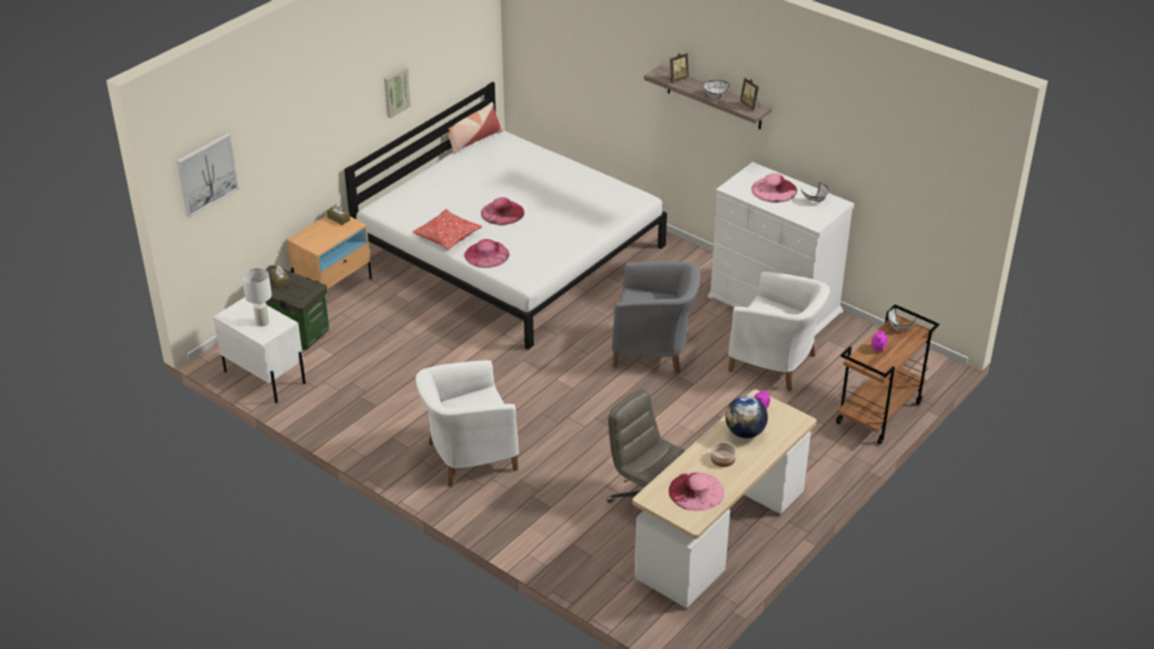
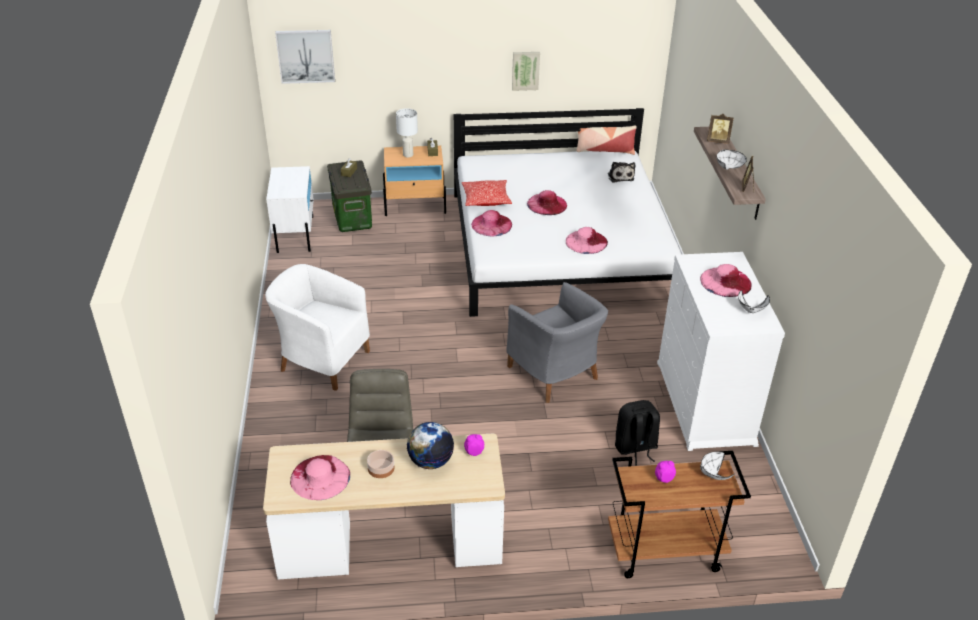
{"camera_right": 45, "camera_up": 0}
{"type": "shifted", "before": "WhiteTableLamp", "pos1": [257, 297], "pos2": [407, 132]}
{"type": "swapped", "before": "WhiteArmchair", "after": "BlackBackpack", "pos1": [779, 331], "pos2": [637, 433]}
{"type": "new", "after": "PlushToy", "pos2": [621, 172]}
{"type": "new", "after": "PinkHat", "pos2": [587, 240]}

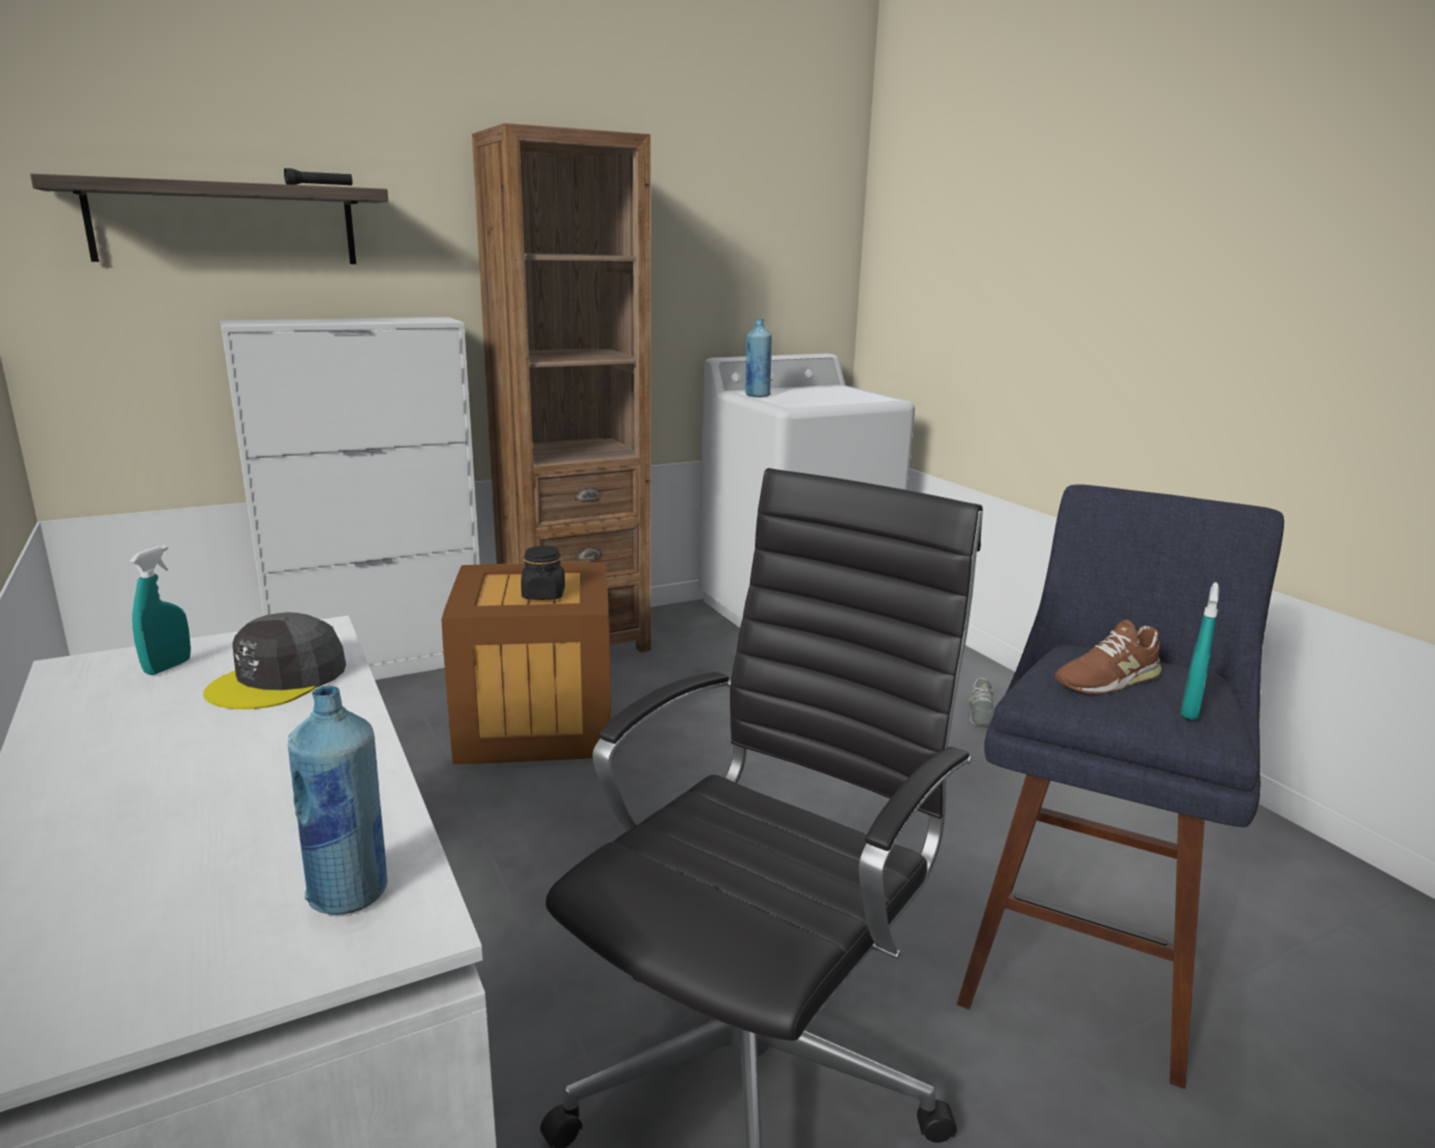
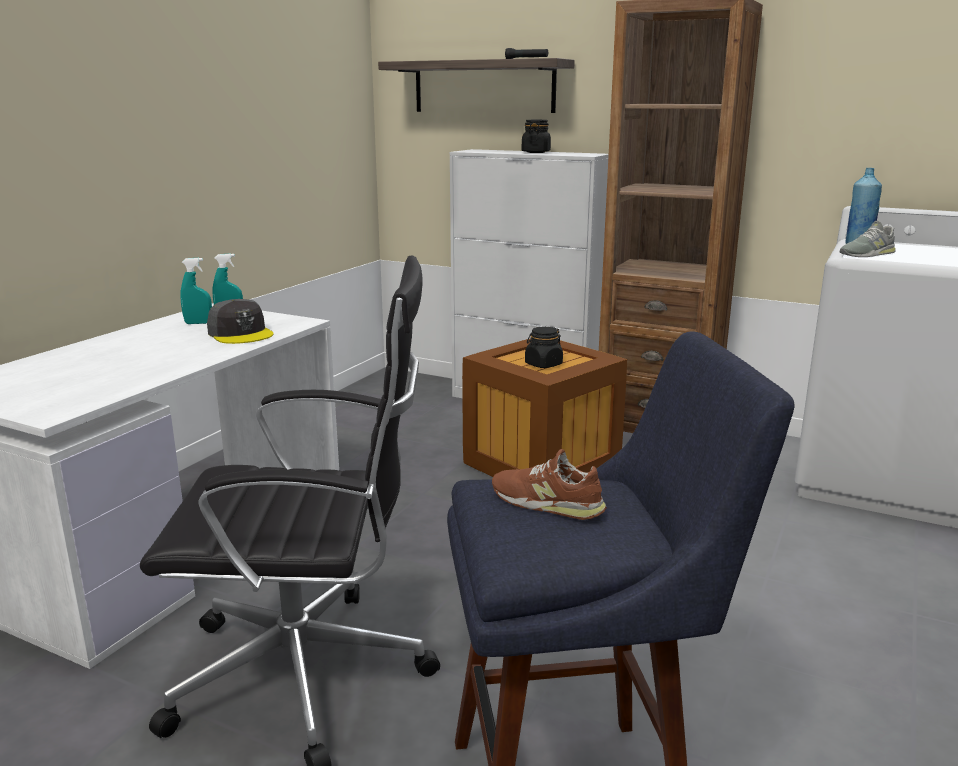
{"camera_right": 55, "camera_up": 0}
{"type": "shifted", "before": "TurquoiseSprayBottle", "pos1": [1200, 651], "pos2": [196, 291]}
{"type": "rotated", "before": "GreyCap", "pos1": [274, 660], "pos2": [240, 321], "turn": -120}
{"type": "shifted", "before": "GreyShoe", "pos1": [981, 702], "pos2": [867, 238]}
{"type": "gone", "before": "BlueBottle", "pos1": [338, 800]}
{"type": "new", "after": "BlackJar", "pos2": [536, 136]}

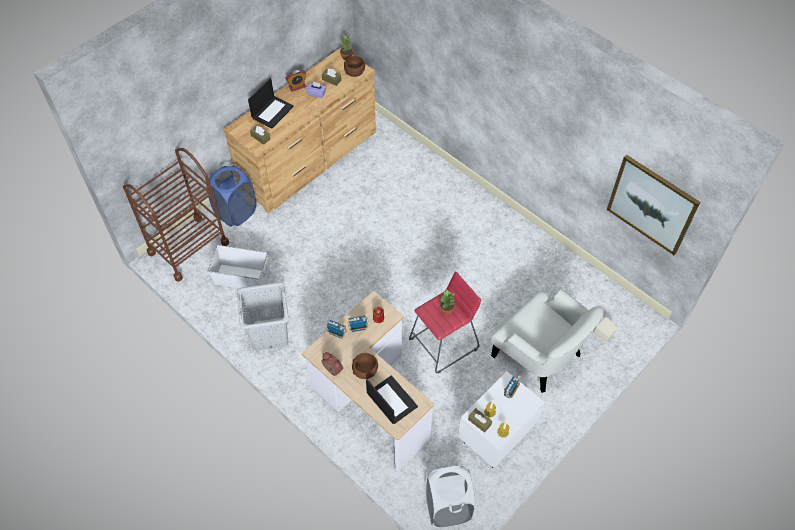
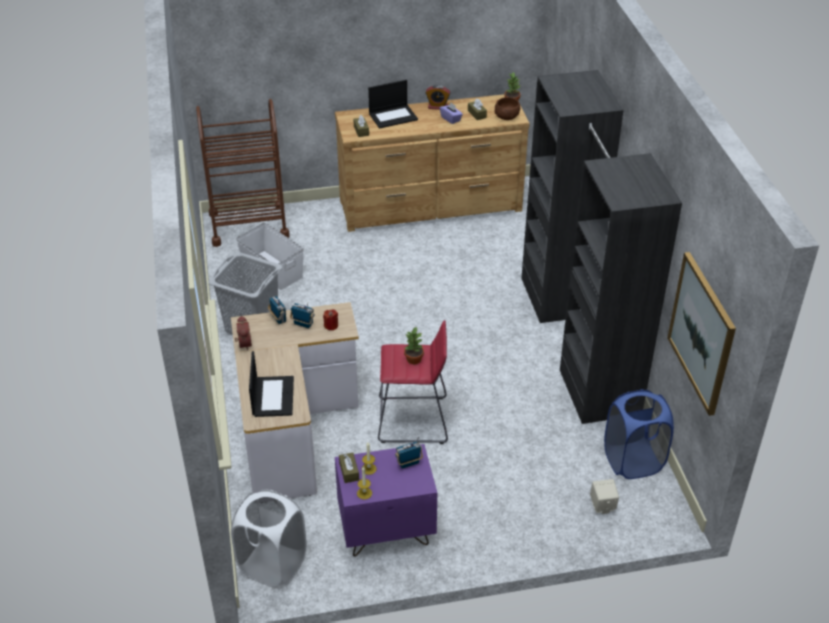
{"camera_right": 35, "camera_up": -15}
{"type": "shifted", "before": "BlueLaundryBasket", "pos1": [232, 196], "pos2": [639, 434]}
{"type": "gone", "before": "WhiteArmchair", "pos1": [547, 341]}
{"type": "gone", "before": "BrownBowl", "pos1": [365, 366]}
{"type": "repainted", "before": "WhiteNightstand", "after": "PurpleNightstand", "pos1": [501, 420], "pos2": [386, 500]}
{"type": "new", "after": "BlackWardrobe", "pos2": [601, 247]}

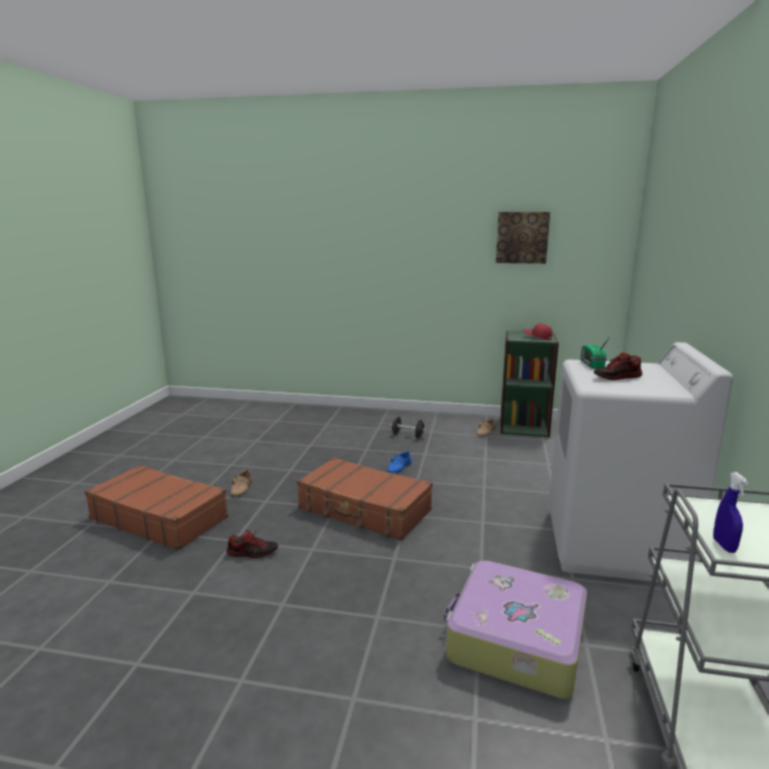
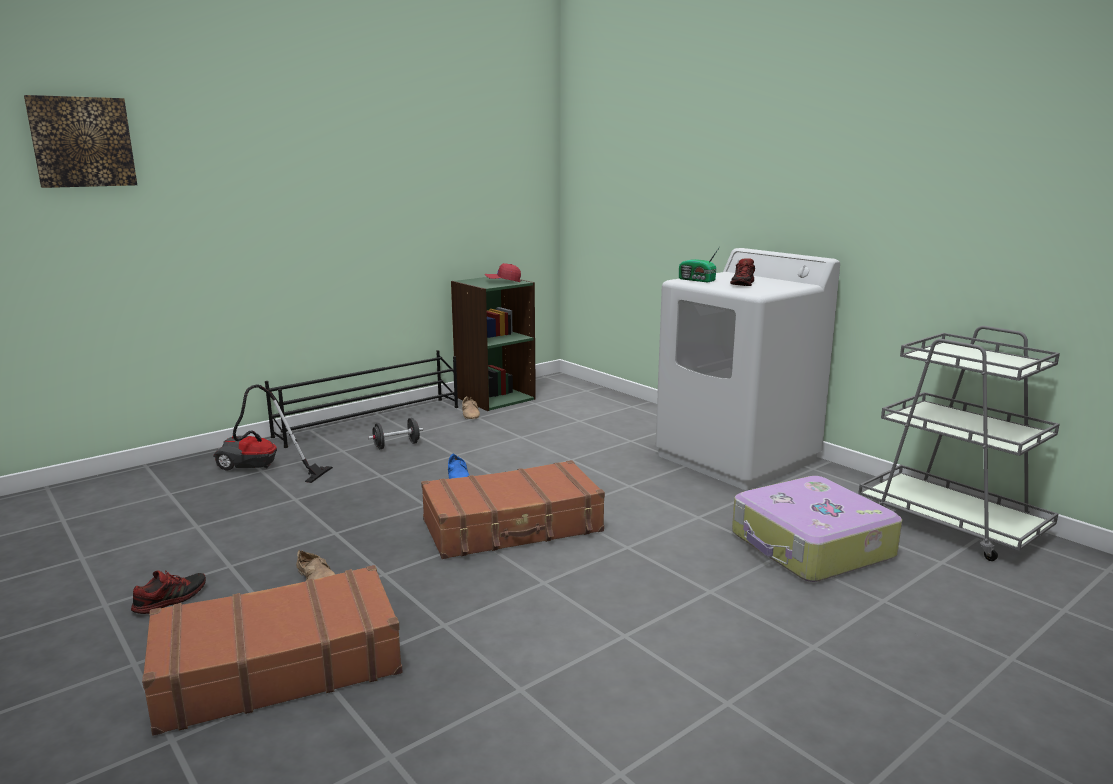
{"camera_right": -50, "camera_up": 0}
{"type": "shifted", "before": "Picture", "pos1": [523, 238], "pos2": [80, 141]}
{"type": "gone", "before": "BlueSprayBottle", "pos1": [730, 512]}
{"type": "shifted", "before": "Shoe", "pos1": [252, 544], "pos2": [168, 592]}
{"type": "new", "after": "BlackShoeRack", "pos2": [361, 399]}
{"type": "new", "after": "VacuumCleaner", "pos2": [273, 433]}

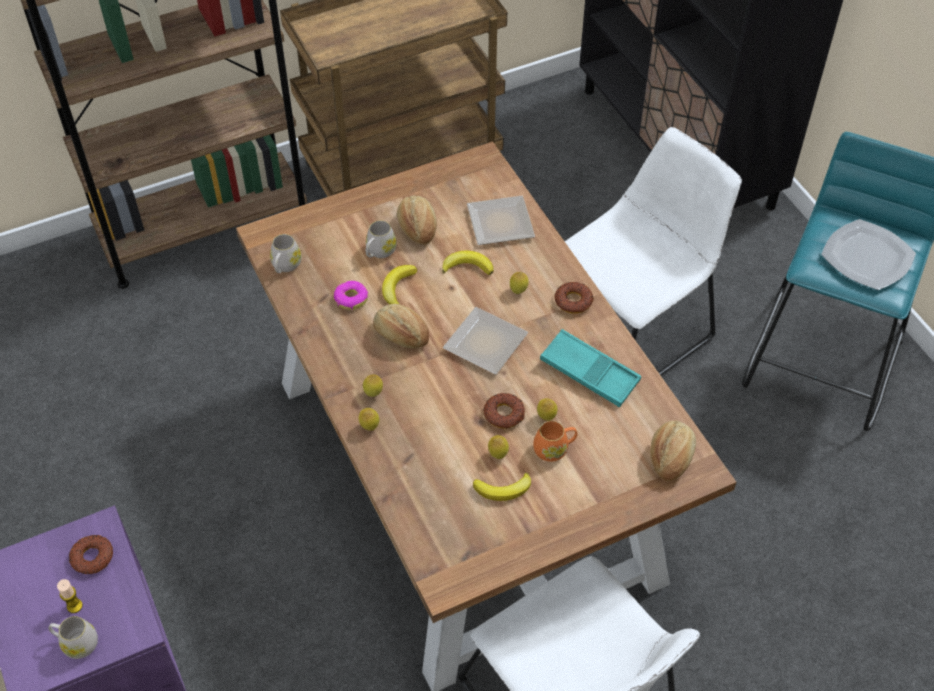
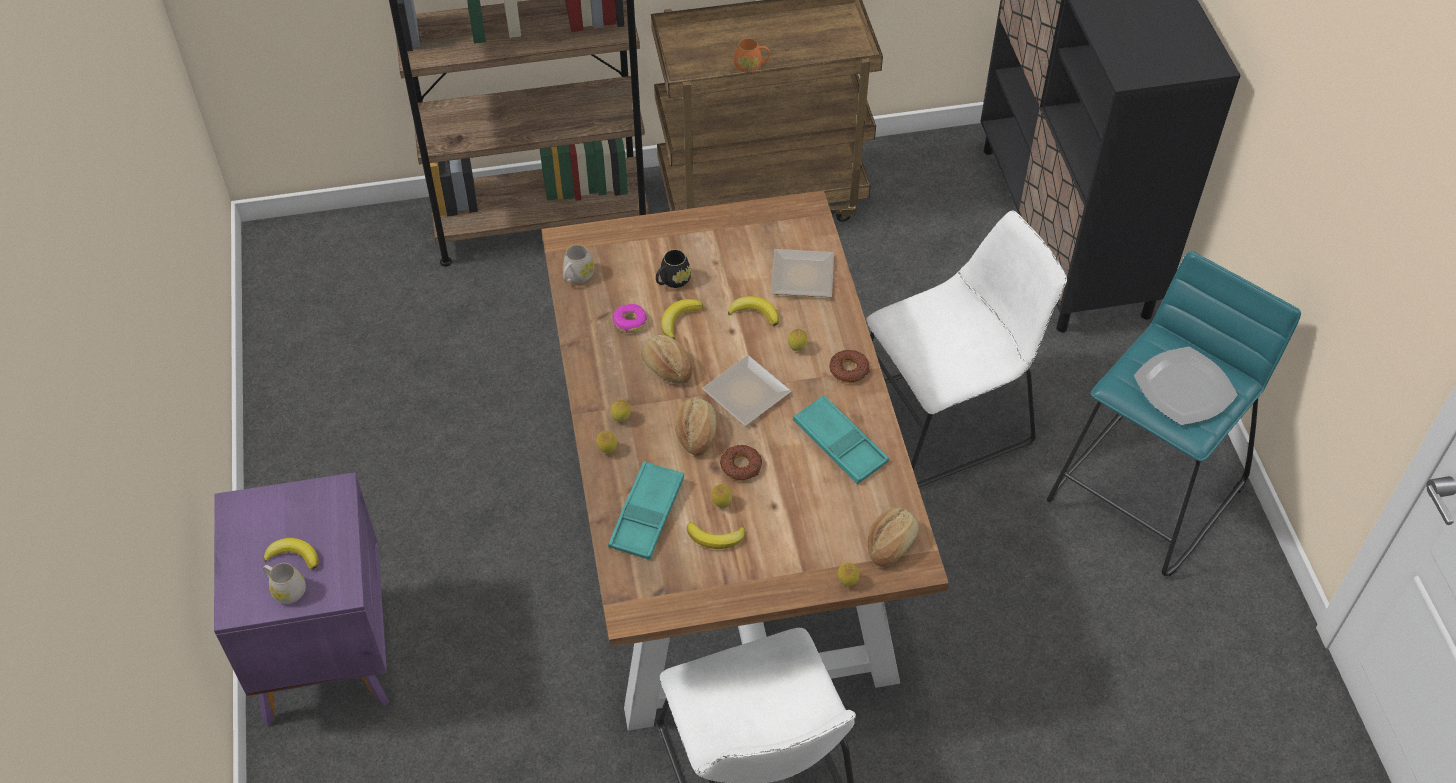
{"camera_right": 15, "camera_up": 0}
{"type": "shifted", "before": "Bread", "pos1": [417, 220], "pos2": [696, 427]}
{"type": "repainted", "before": "WhiteMug", "after": "BlackMug", "pos1": [381, 239], "pos2": [673, 268]}
{"type": "shifted", "before": "Lemon", "pos1": [547, 409], "pos2": [848, 574]}
{"type": "shifted", "before": "OrangeMug", "pos1": [555, 441], "pos2": [752, 55]}
{"type": "gone", "before": "Donut", "pos1": [91, 554]}
{"type": "swapped", "before": "Candle", "after": "Banana", "pos1": [70, 596], "pos2": [291, 554]}
{"type": "new", "after": "TurquoiseTray", "pos2": [646, 510]}

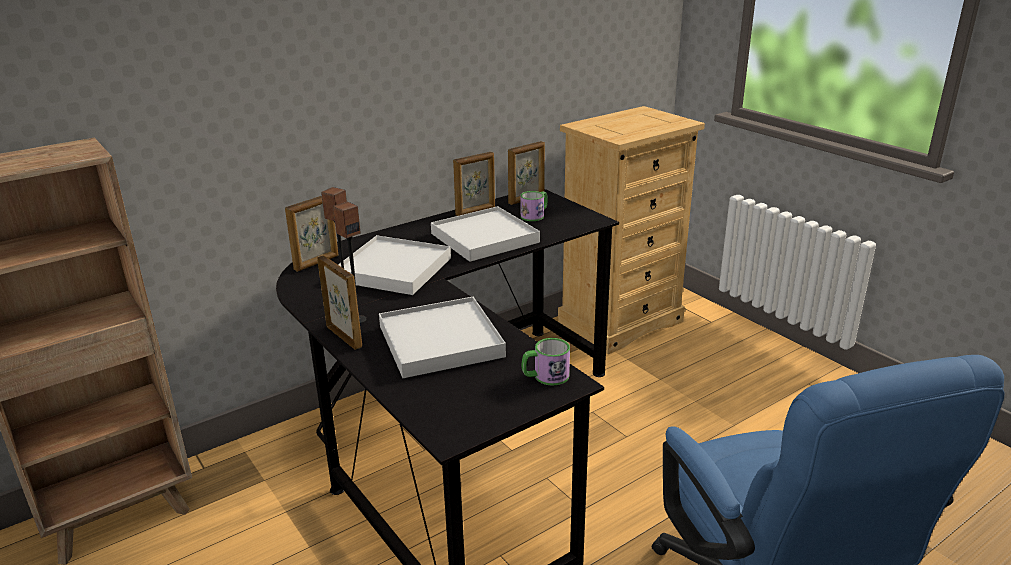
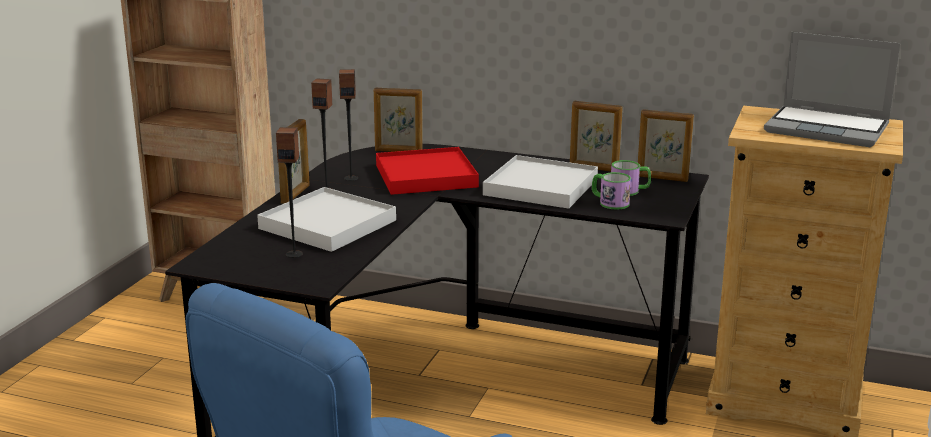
{"camera_right": 55, "camera_up": -5}
{"type": "repainted", "before": "WhiteTray", "after": "RedTray", "pos1": [394, 265], "pos2": [427, 171]}
{"type": "shifted", "before": "Mug", "pos1": [546, 362], "pos2": [611, 190]}
{"type": "new", "after": "Laptop", "pos2": [832, 89]}
{"type": "new", "after": "Speaker", "pos2": [289, 192]}

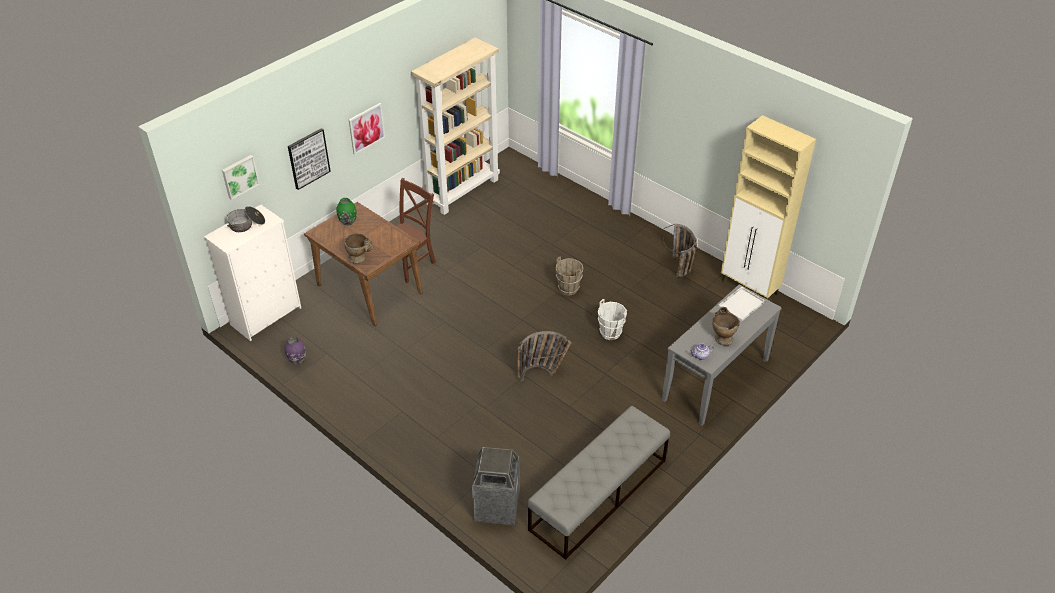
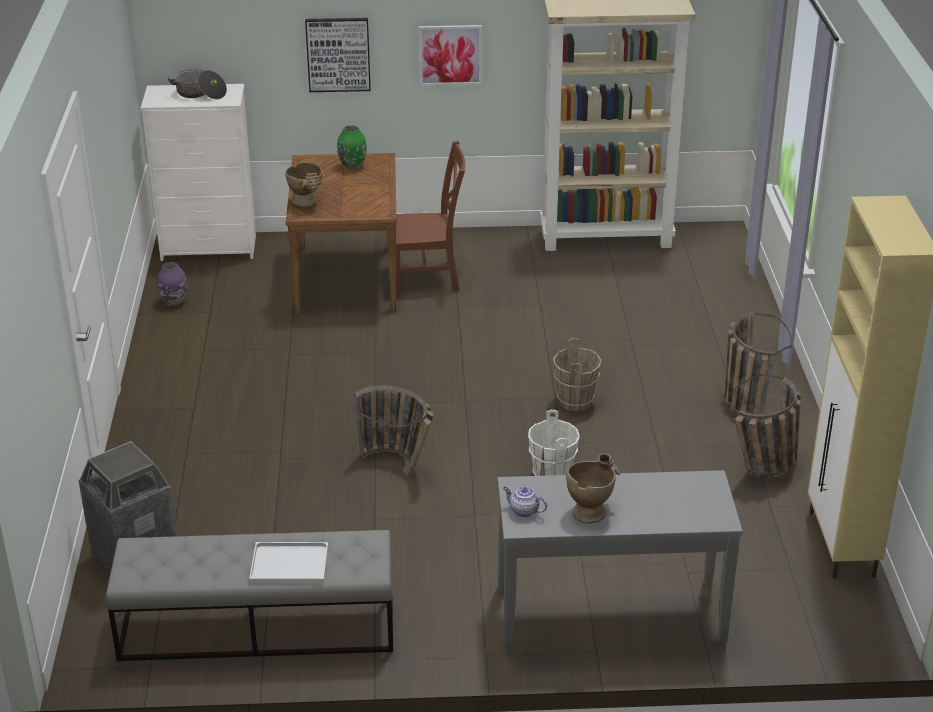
{"camera_right": 45, "camera_up": -10}
{"type": "gone", "before": "Picture", "pos1": [241, 177]}
{"type": "shifted", "before": "WhiteTray", "pos1": [741, 304], "pos2": [288, 562]}
{"type": "new", "after": "Basket", "pos2": [758, 363]}

